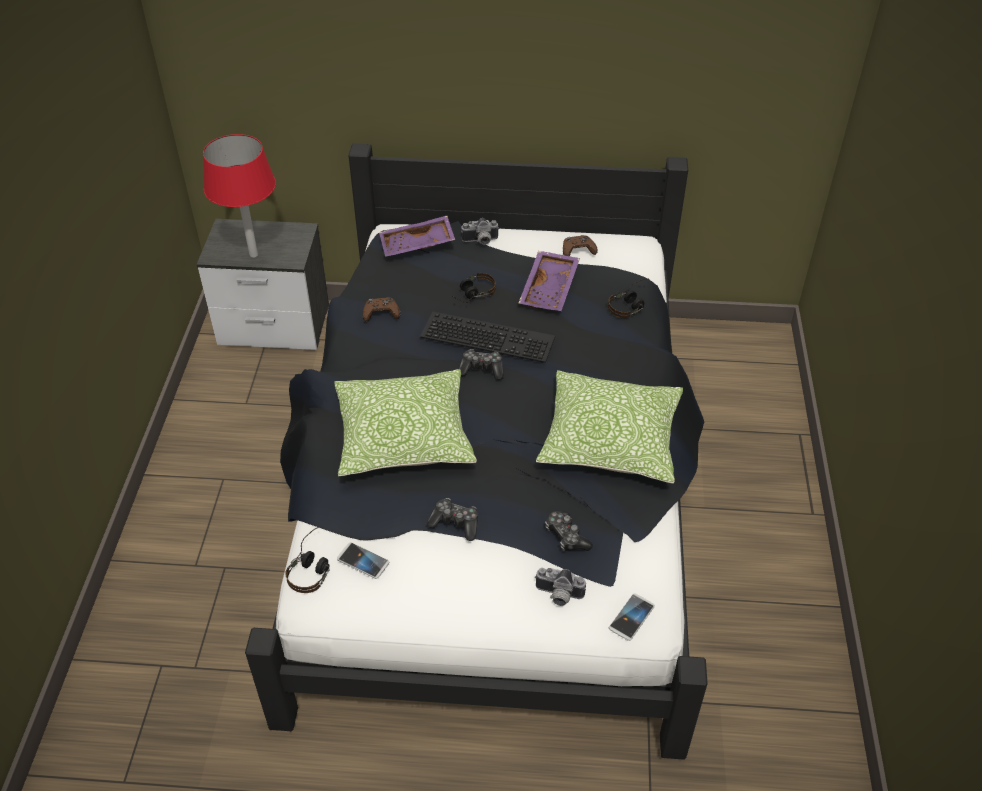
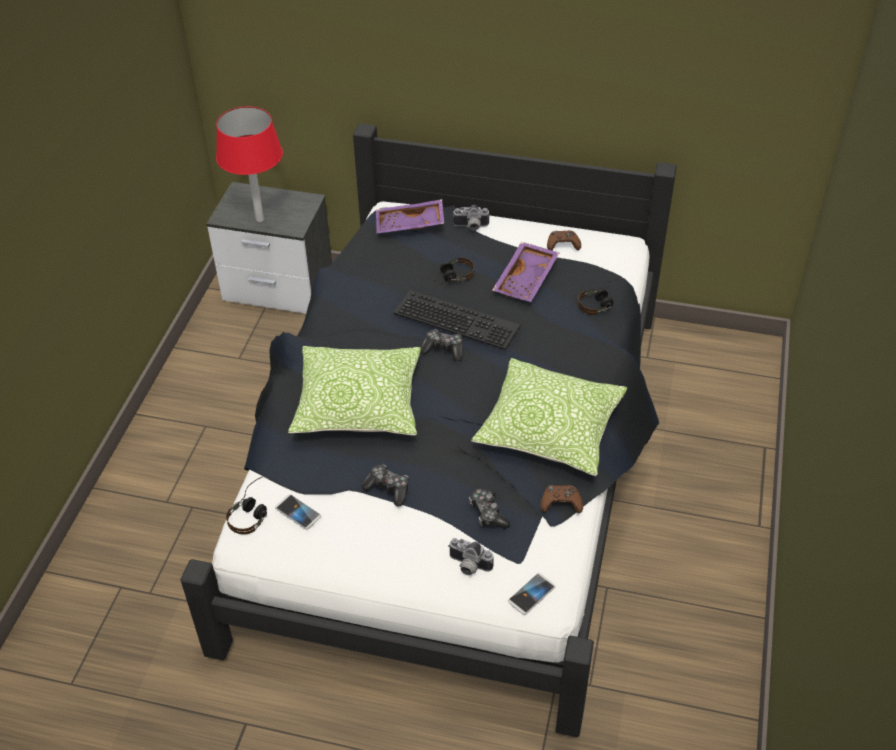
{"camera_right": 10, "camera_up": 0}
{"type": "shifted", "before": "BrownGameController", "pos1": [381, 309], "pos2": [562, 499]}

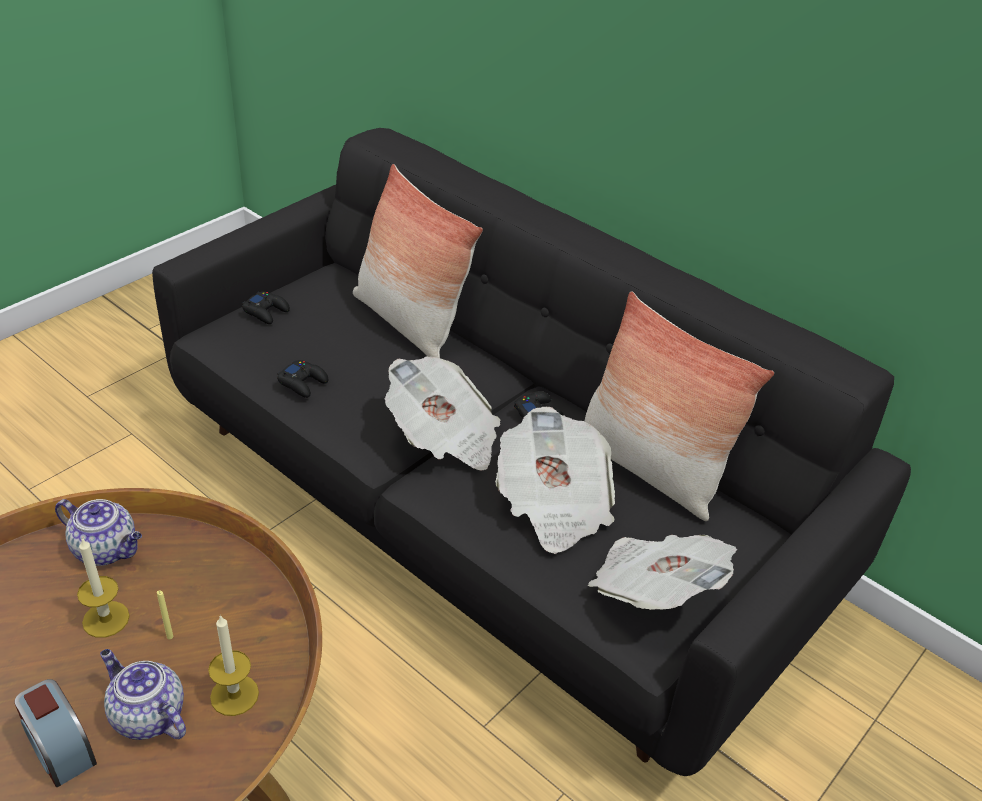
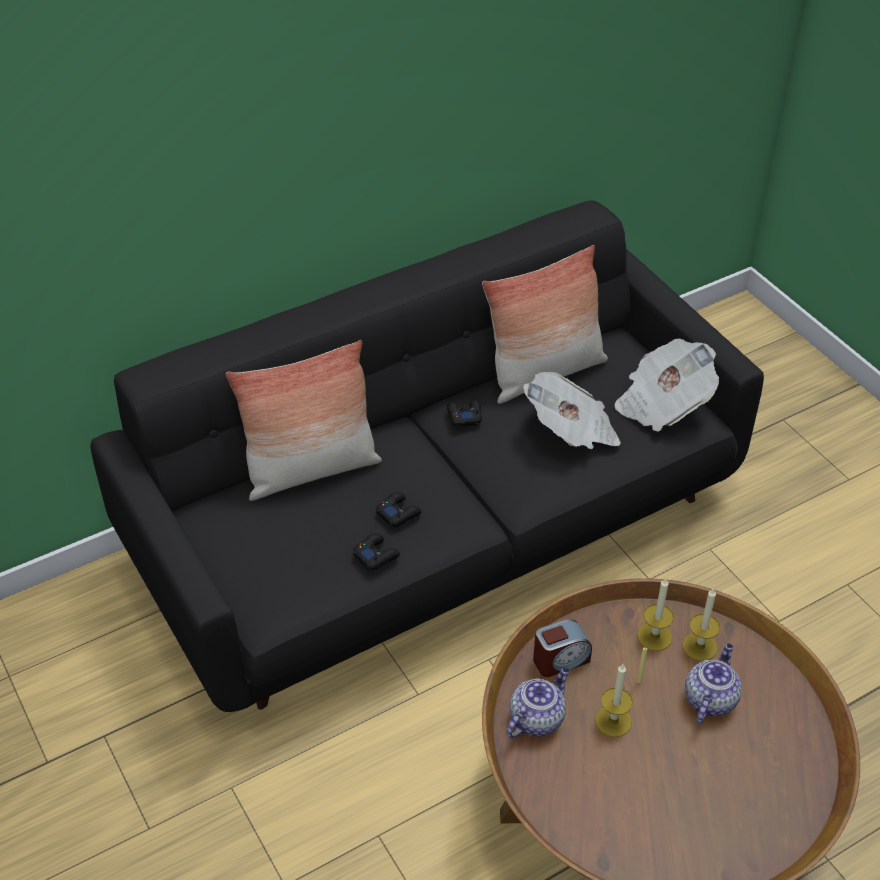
{"camera_right": -70, "camera_up": 5}
{"type": "shifted", "before": "BlackGameController", "pos1": [266, 308], "pos2": [399, 509]}
{"type": "gone", "before": "Newspaper", "pos1": [443, 413]}
{"type": "rotated", "before": "Teapot", "pos1": [143, 694], "pos2": [713, 683], "turn": 150}
{"type": "shifted", "before": "AlarmClock", "pos1": [56, 733], "pos2": [562, 648]}
{"type": "new", "after": "Candle", "pos2": [655, 614]}

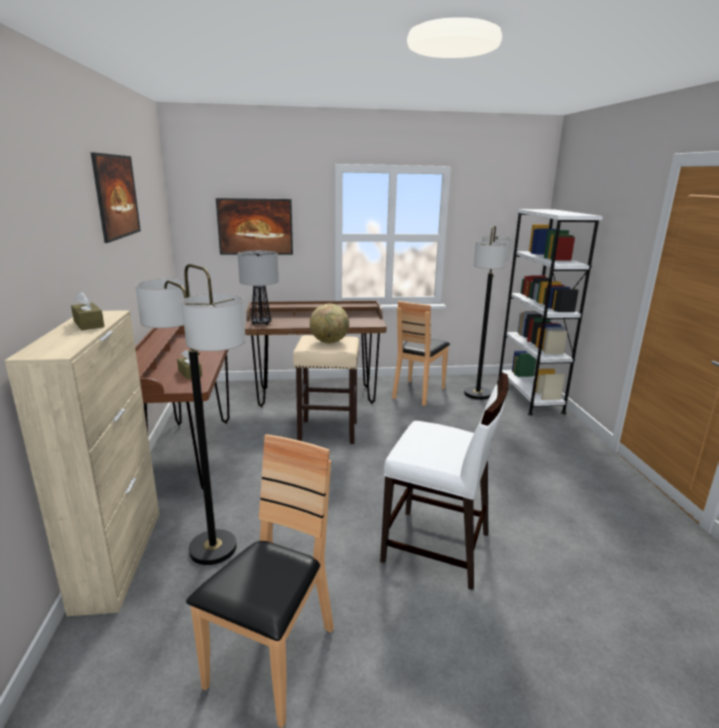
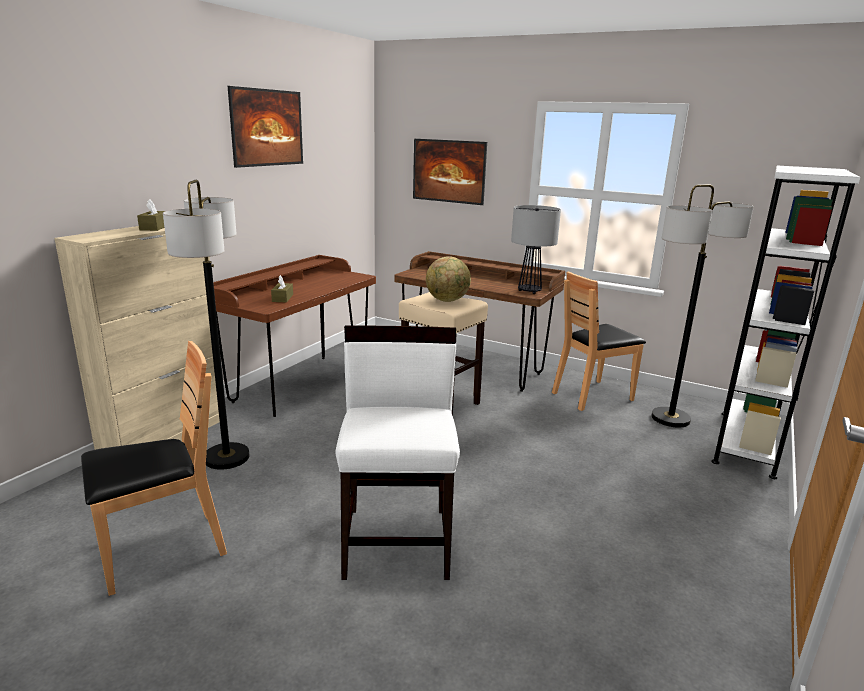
{"camera_right": 35, "camera_up": 0}
{"type": "shifted", "before": "TableLamp", "pos1": [258, 288], "pos2": [536, 249]}
{"type": "rotated", "before": "WhiteChair", "pos1": [444, 481], "pos2": [398, 453], "turn": -150}

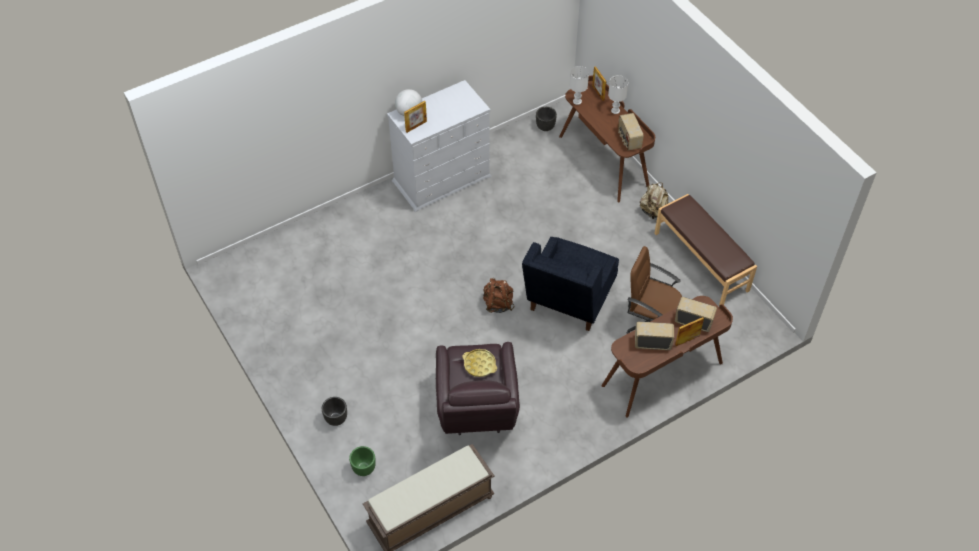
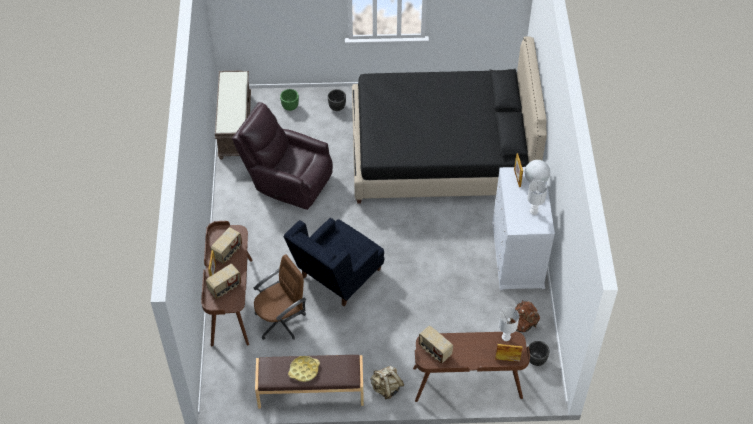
{"camera_right": 120, "camera_up": 0}
{"type": "shifted", "before": "WhiteTableLamp", "pos1": [618, 94], "pos2": [537, 197]}
{"type": "rotated", "before": "Radio", "pos1": [631, 131], "pos2": [436, 345], "turn": -150}
{"type": "rotated", "before": "BlueArmchair", "pos1": [570, 284], "pos2": [334, 262], "turn": -105}
{"type": "shifted", "before": "BrownBackpack", "pos1": [498, 295], "pos2": [523, 316]}
{"type": "shifted", "before": "YellowTray", "pos1": [480, 363], "pos2": [304, 369]}
{"type": "new", "after": "BlackBed", "pos2": [449, 120]}

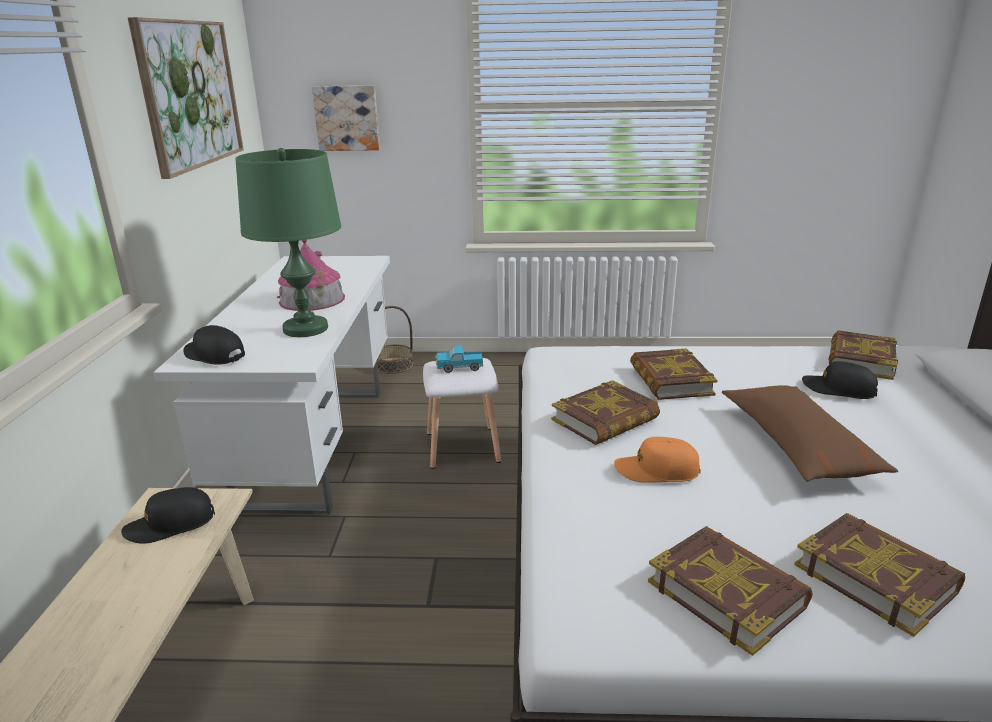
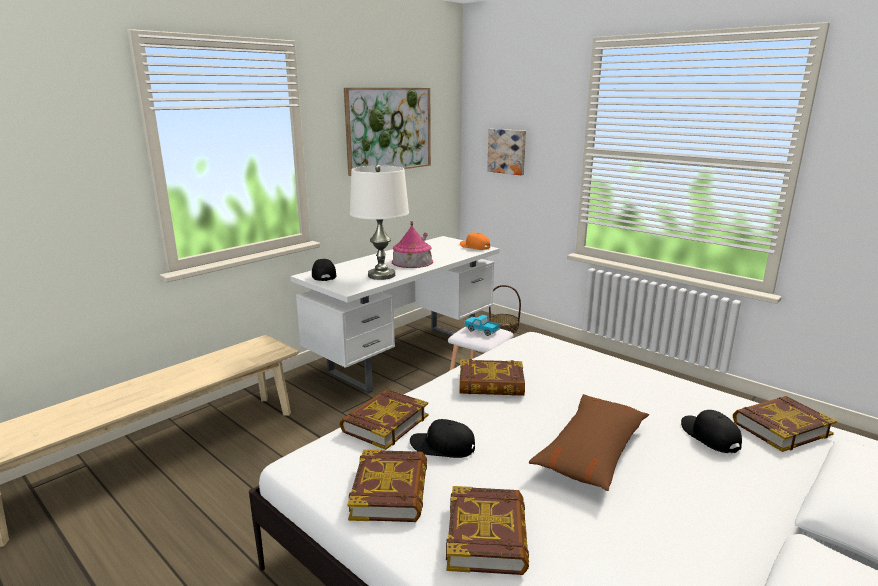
{"camera_right": 40, "camera_up": -5}
{"type": "repainted", "before": "GreenTableLamp", "after": "WhiteTableLamp", "pos1": [288, 242], "pos2": [379, 222]}
{"type": "shifted", "before": "Book", "pos1": [674, 374], "pos2": [384, 419]}
{"type": "shifted", "before": "OrangeCap", "pos1": [657, 460], "pos2": [475, 241]}
{"type": "shifted", "before": "BlackCap", "pos1": [168, 515], "pos2": [442, 438]}

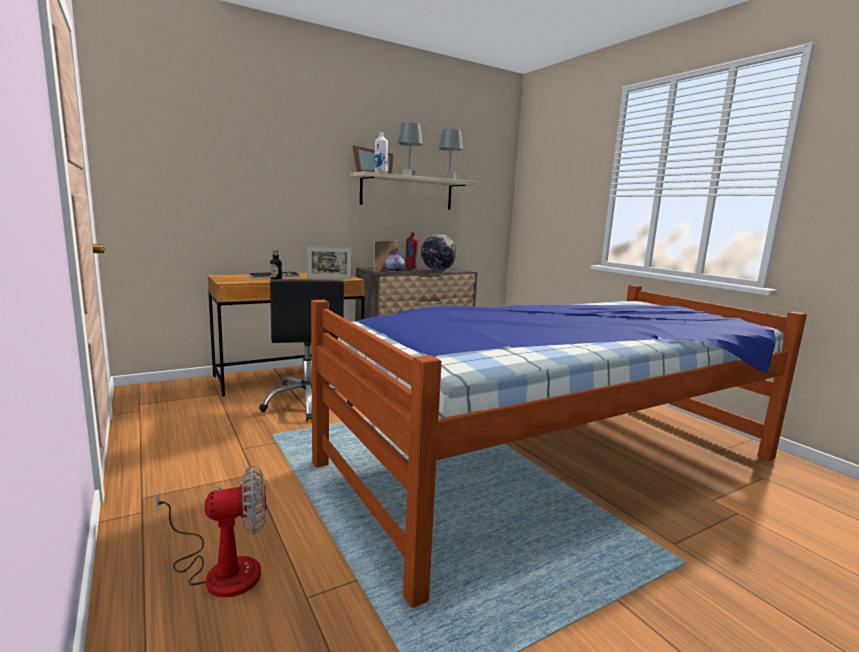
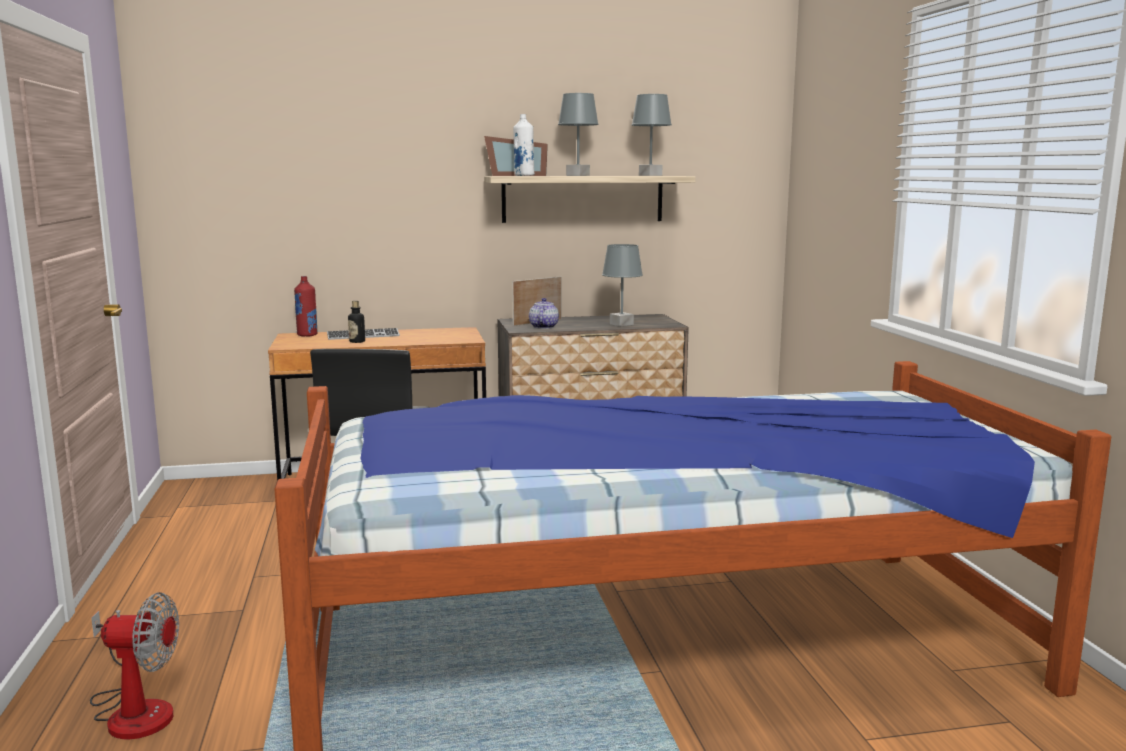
{"camera_right": 20, "camera_up": 0}
{"type": "shifted", "before": "RedBottle", "pos1": [411, 250], "pos2": [306, 306]}
{"type": "swapped", "before": "Globe", "after": "GreyTableLamp", "pos1": [439, 252], "pos2": [622, 285]}
{"type": "gone", "before": "PictureFrame", "pos1": [329, 262]}

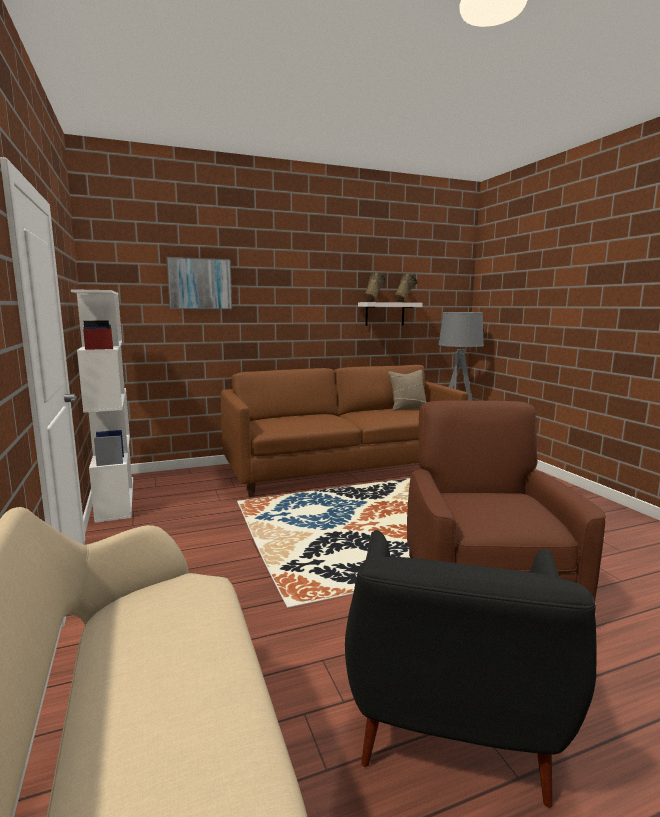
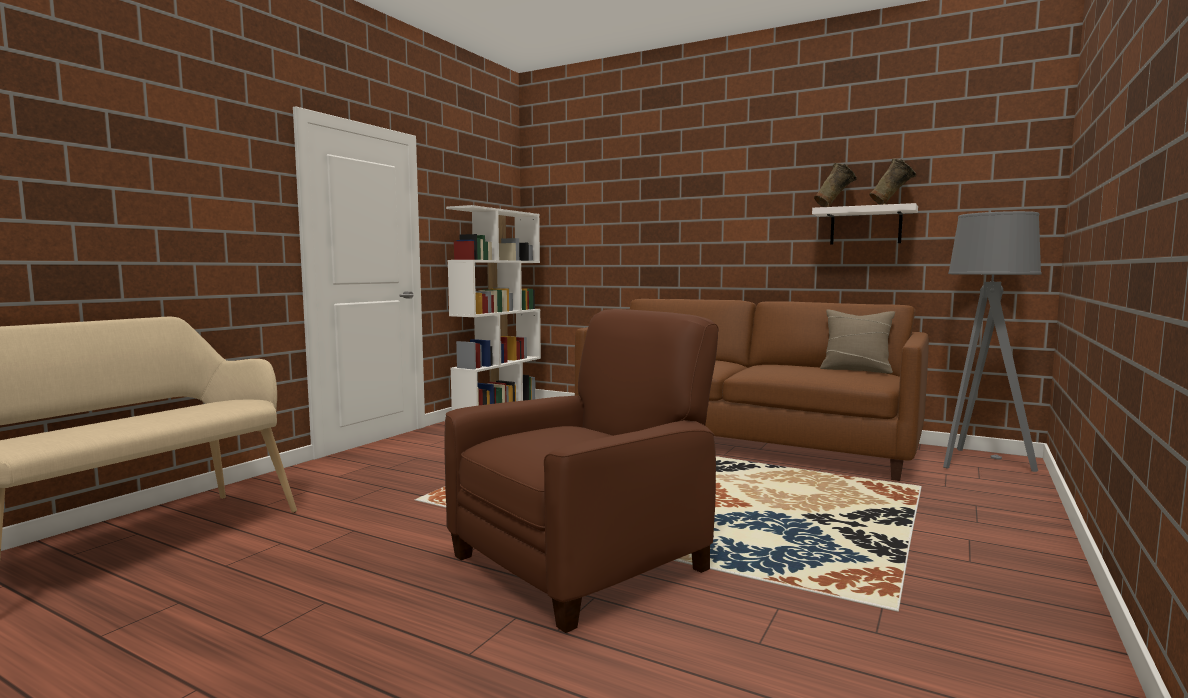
{"camera_right": 50, "camera_up": -5}
{"type": "gone", "before": "Picture", "pos1": [199, 283]}
{"type": "gone", "before": "BlackArmchair", "pos1": [471, 669]}

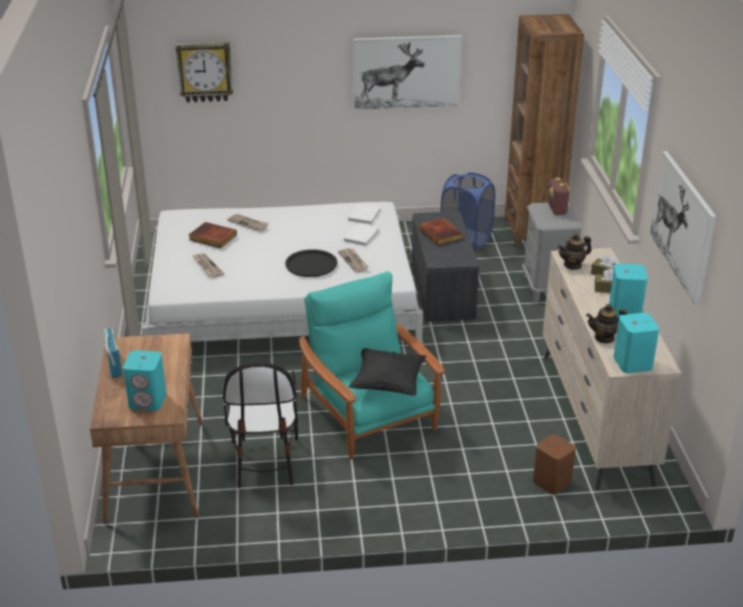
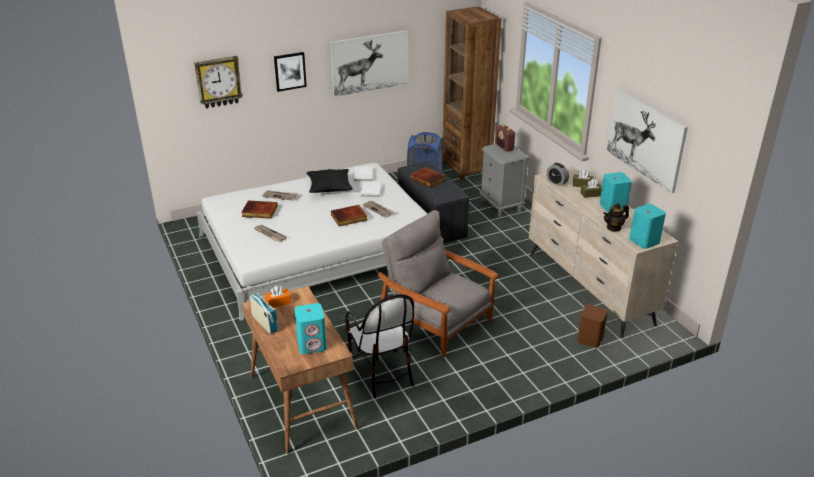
{"camera_right": -20, "camera_up": 0}
{"type": "swapped", "before": "Teapot", "after": "AlarmClock", "pos1": [574, 251], "pos2": [557, 174]}
{"type": "swapped", "before": "BlackTray", "after": "Book", "pos1": [311, 263], "pos2": [349, 215]}
{"type": "repainted", "before": "TurquoiseArmchair", "after": "GreyArmchair", "pos1": [372, 365], "pos2": [438, 283]}
{"type": "shifted", "before": "BlackPillow", "pos1": [387, 372], "pos2": [329, 181]}
{"type": "new", "after": "Picture", "pos2": [290, 72]}
{"type": "new", "after": "OrangeTissueBox", "pos2": [278, 297]}

